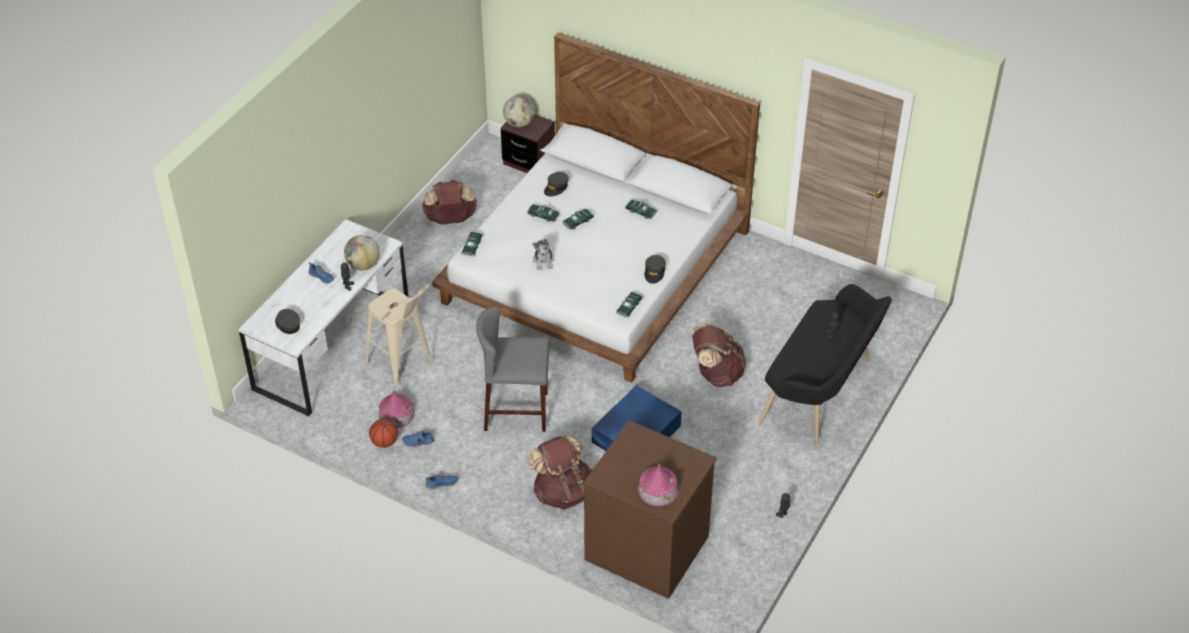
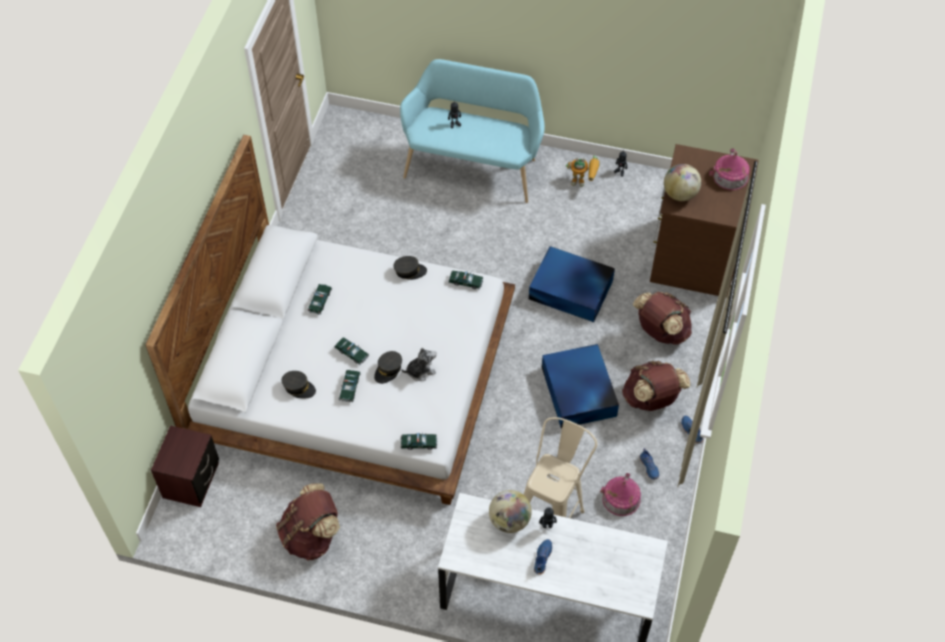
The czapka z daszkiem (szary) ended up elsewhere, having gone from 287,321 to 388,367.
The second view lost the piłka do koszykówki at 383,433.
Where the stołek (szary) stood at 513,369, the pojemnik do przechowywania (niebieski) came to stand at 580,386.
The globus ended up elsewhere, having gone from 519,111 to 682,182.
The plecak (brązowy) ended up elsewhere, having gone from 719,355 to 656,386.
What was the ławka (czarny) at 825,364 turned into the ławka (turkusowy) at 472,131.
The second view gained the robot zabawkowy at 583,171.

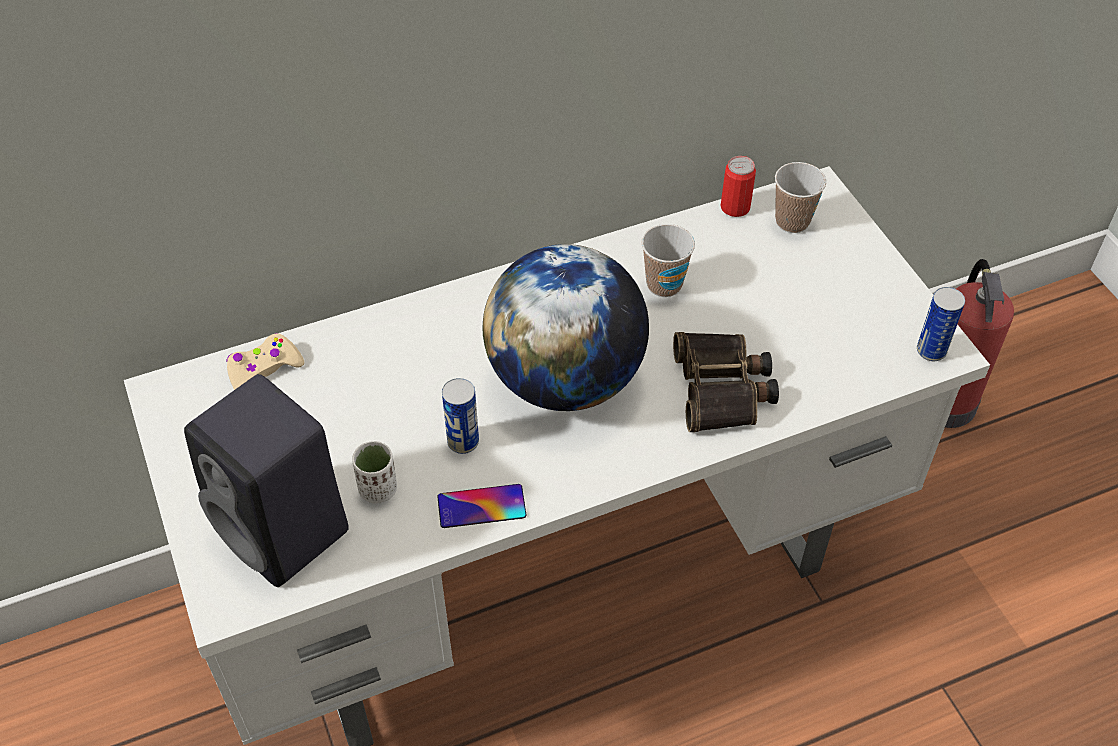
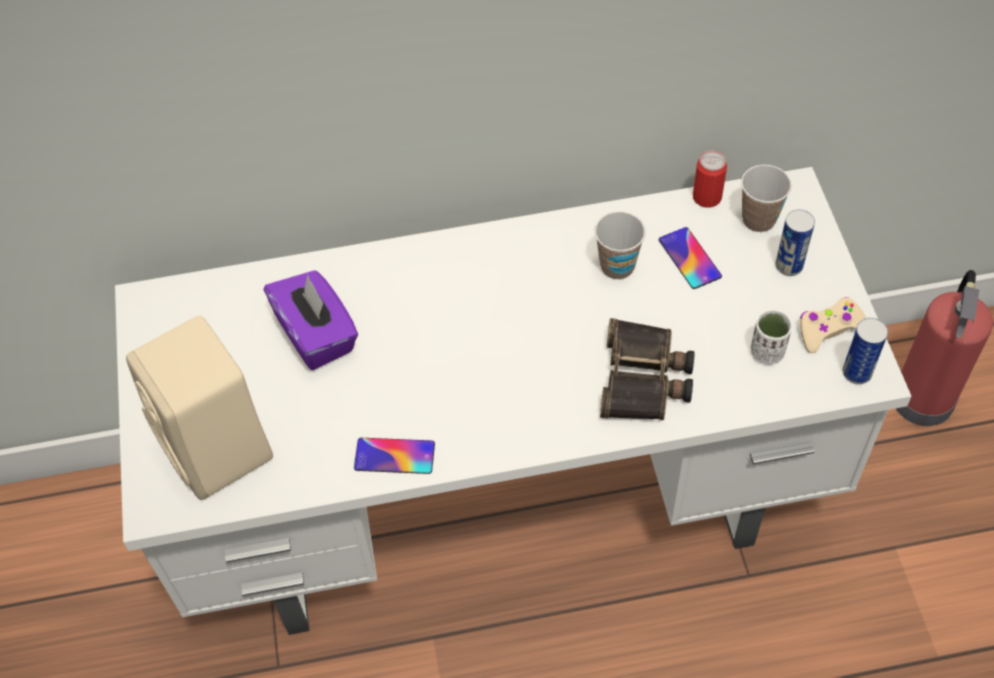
What was the głośnik (czarny) at 266,480 turned into the głośnik (beżowy) at 199,407.
The pad do gier (beżowy) ended up elsewhere, having gone from 265,361 to 833,325.
The filiżanka (biały) ended up elsewhere, having gone from 374,472 to 771,337.
The puszka ended up elsewhere, having gone from 460,416 to 795,242.
The second view lost the globus at 566,327.
The second view gained the pudełko chusteczek (fioletowy) at 311,320.
The second view gained the telefon at 690,258.

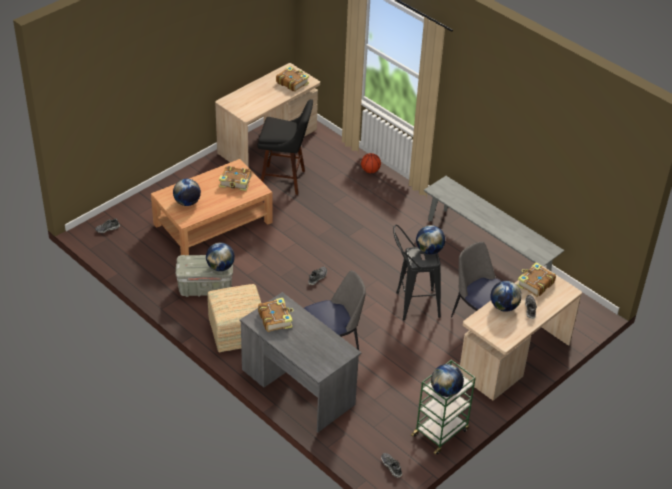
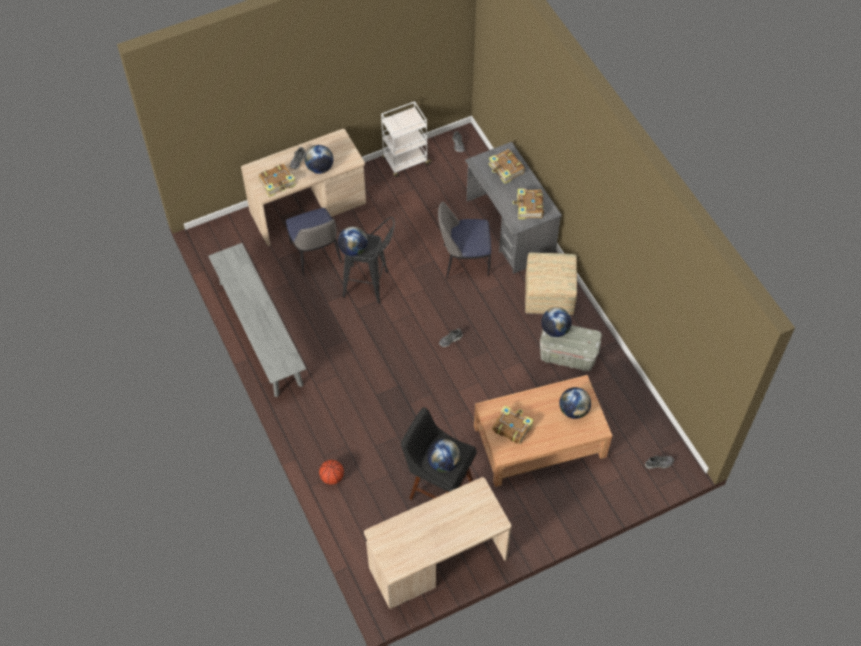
The książka ended up elsewhere, having gone from 292,79 to 507,166.
What was the wózek (zielony) at 443,407 turned into the wózek (biały) at 406,139.
The globus ended up elsewhere, having gone from 447,380 to 444,455.

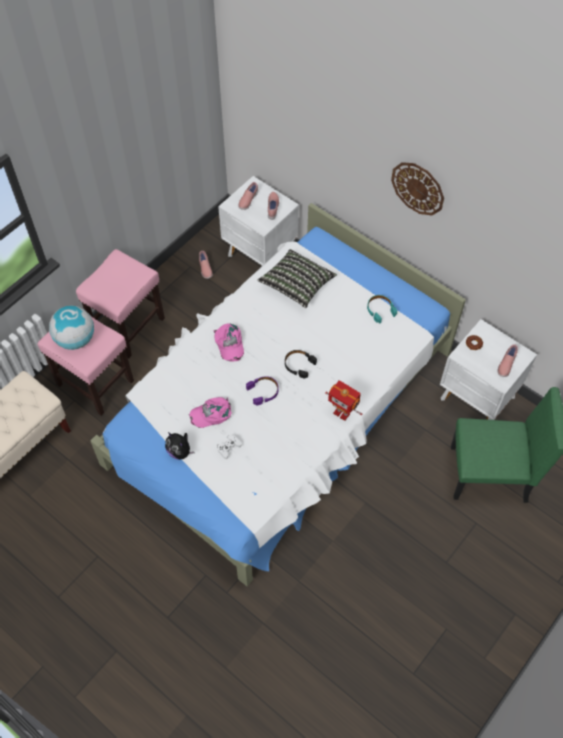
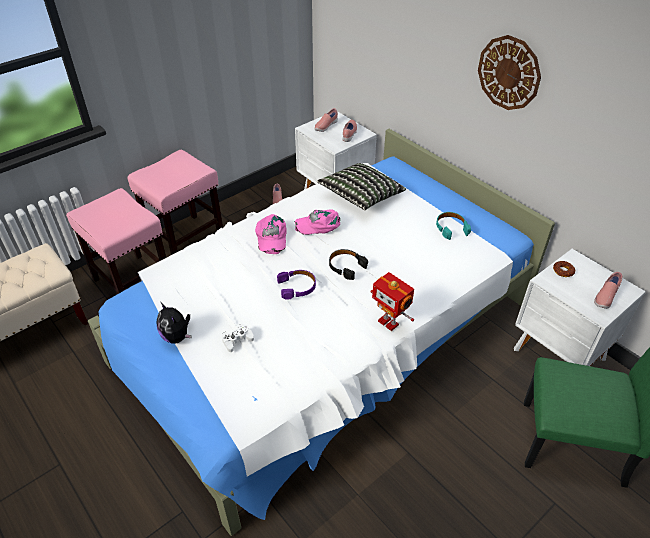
The second view lost the globus at 71,328.
The czapka z daszkiem (różowy) ended up elsewhere, having gone from 210,412 to 317,222.

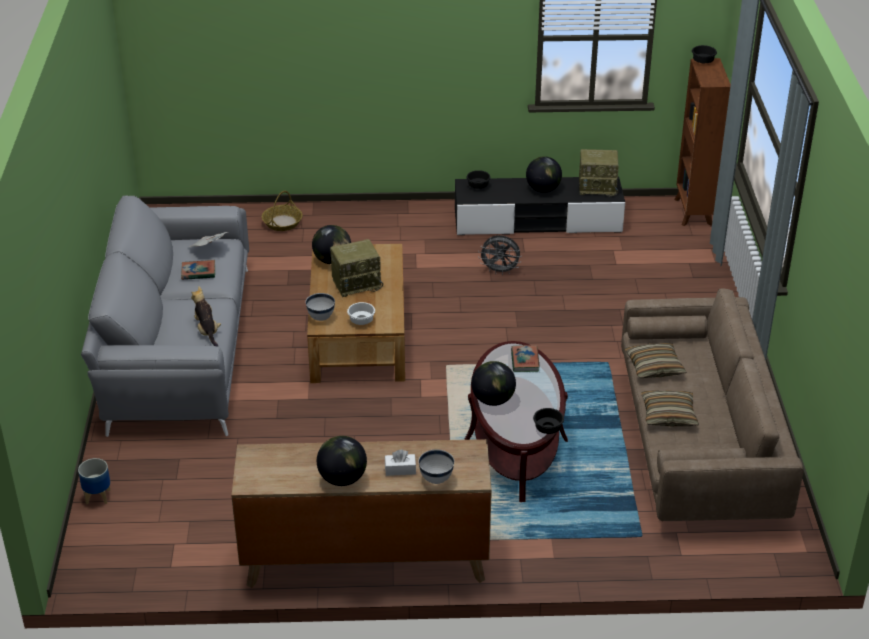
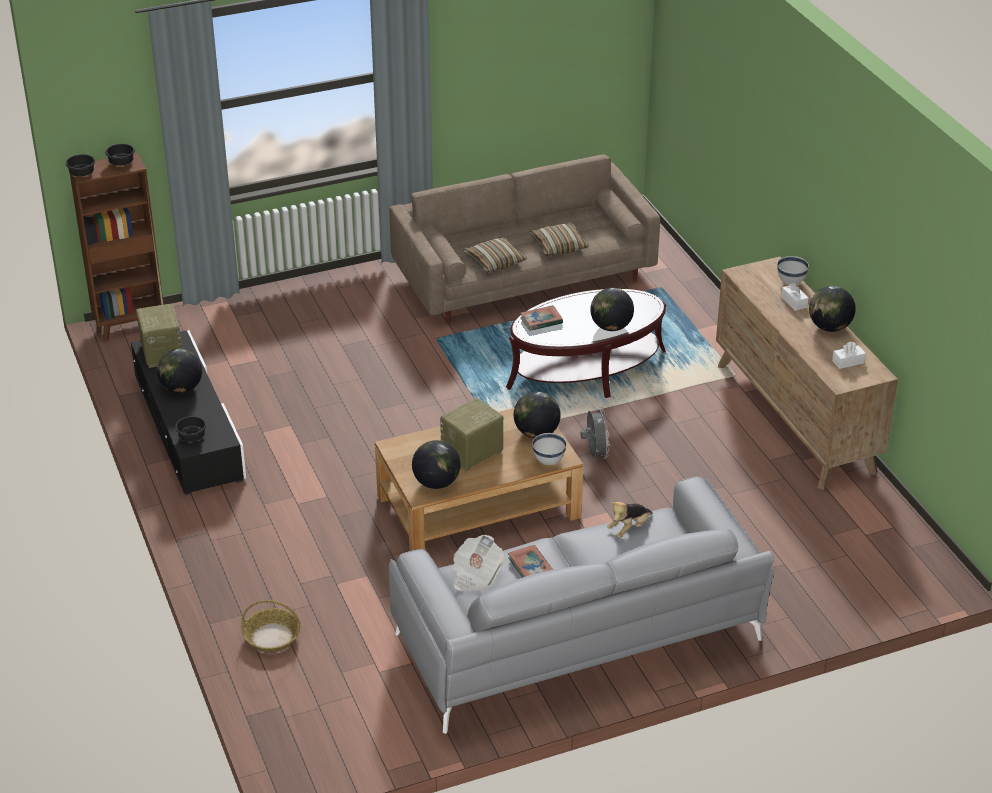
The second view lost the donica at 94,481.
The radio at 356,268 ended up facing another way, 90 degrees counterclockwise from before.
Where the miska (biały) stood at 361,313, the globus came to stand at 537,414.
The wentylator (szary) ended up elsewhere, having gone from 500,255 to 595,433.
The miska (czarny) ended up elsewhere, having gone from 548,421 to 120,155.
The second view gained the pudełko chusteczek (biały) at 849,355.

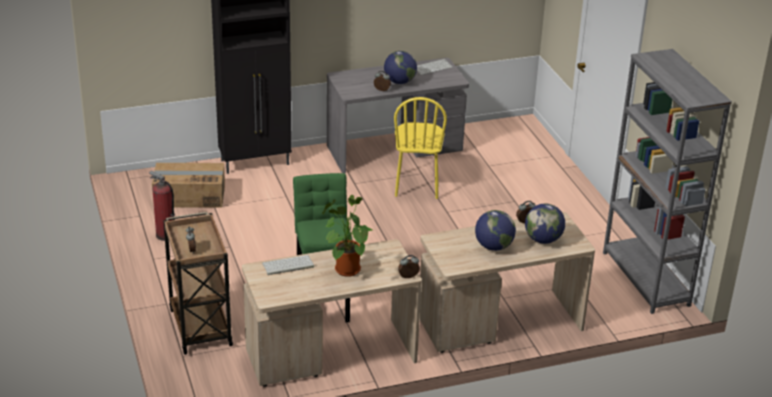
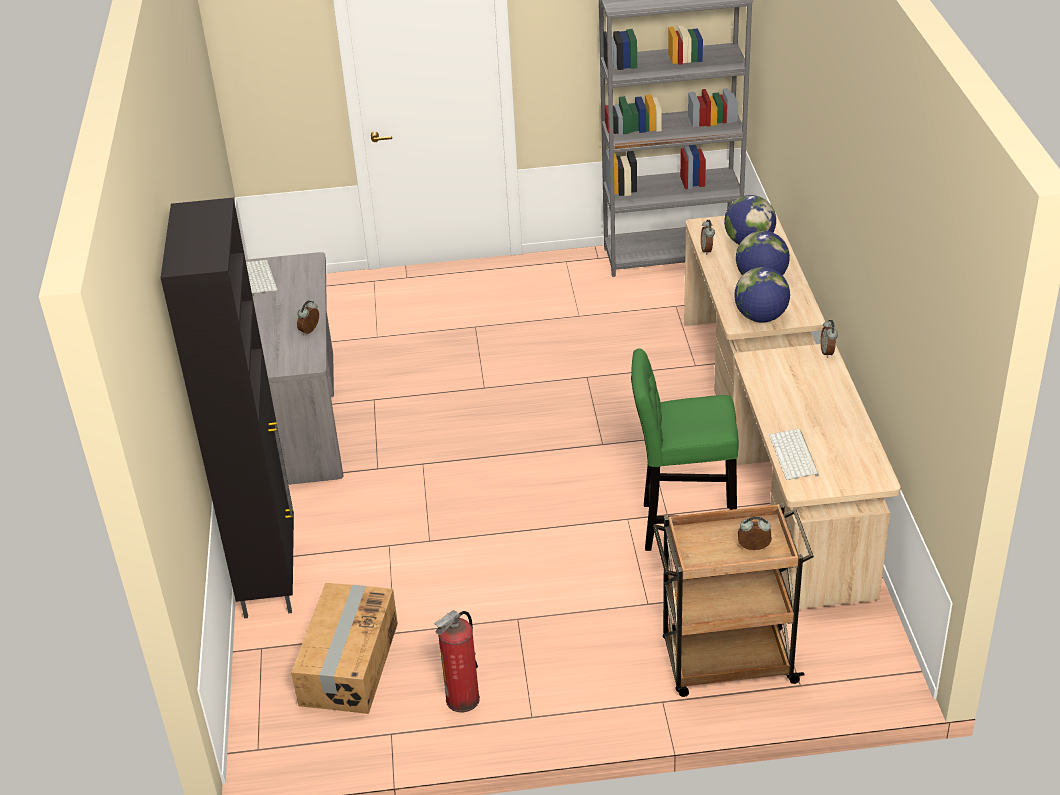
The second view lost the roślina doniczkowa at 347,236.
The globus ended up elsewhere, having gone from 400,67 to 762,295.
The second view lost the krzesło (żółty) at 420,148.

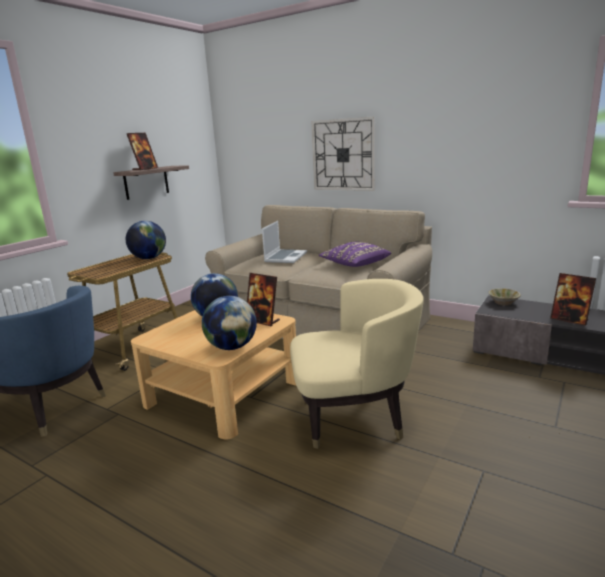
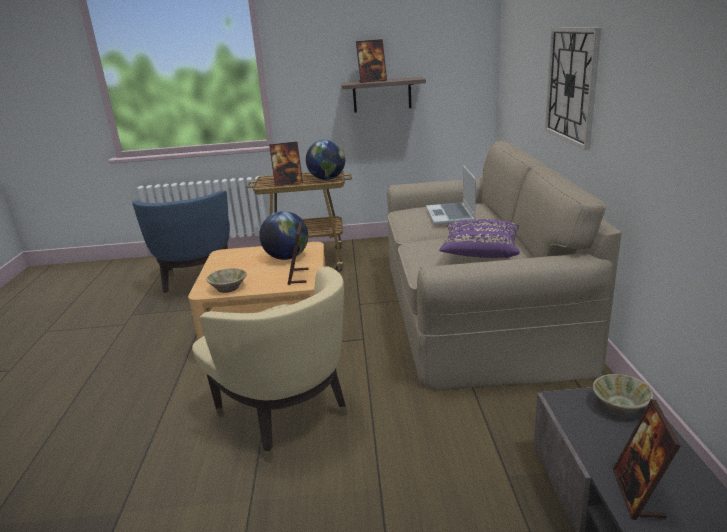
Where the globus stood at 229,323, the miska (beżowy) came to stand at 226,280.
The laptop at 284,242 ended up facing another way, 105 degrees clockwise from before.
The second view gained the ramka na zdjęcie at 286,164.

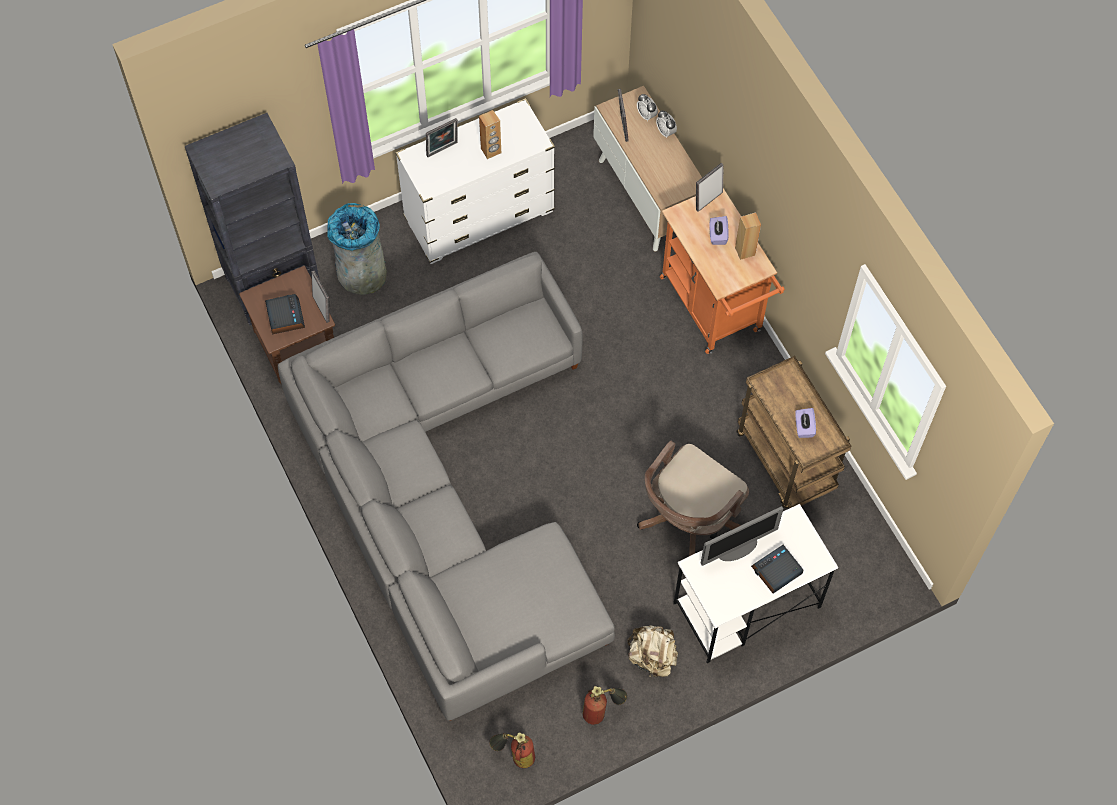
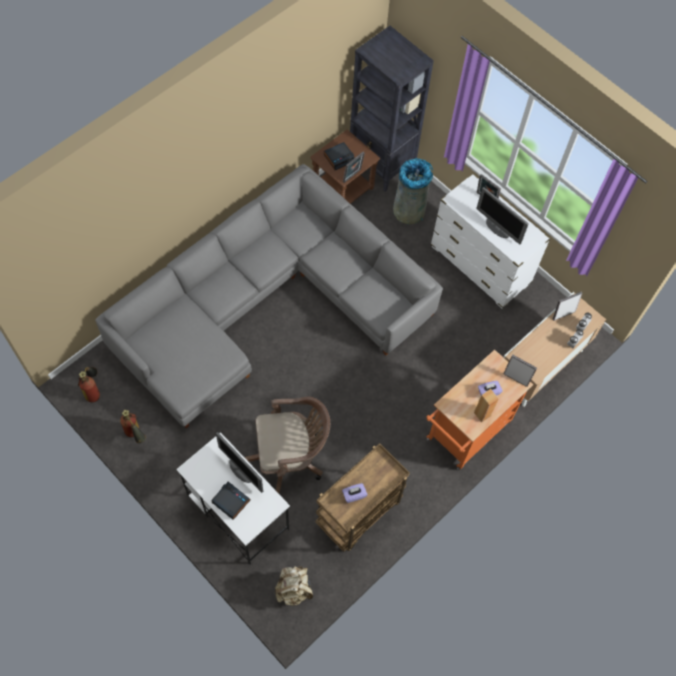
Where the głośnik (brązowy) stood at 490,134, the monitor came to stand at 502,216.
The plecak (beżowy) ended up elsewhere, having gone from 653,652 to 294,586.
The krzesło biurowe (brązowy) at 693,498 ended up facing another way, 150 degrees clockwise from before.

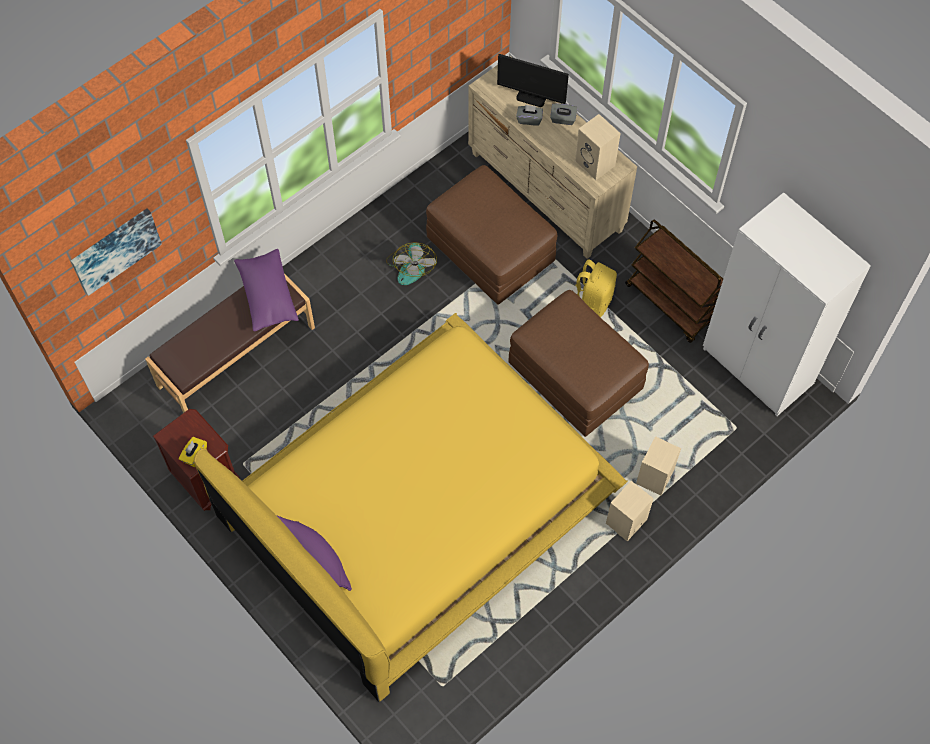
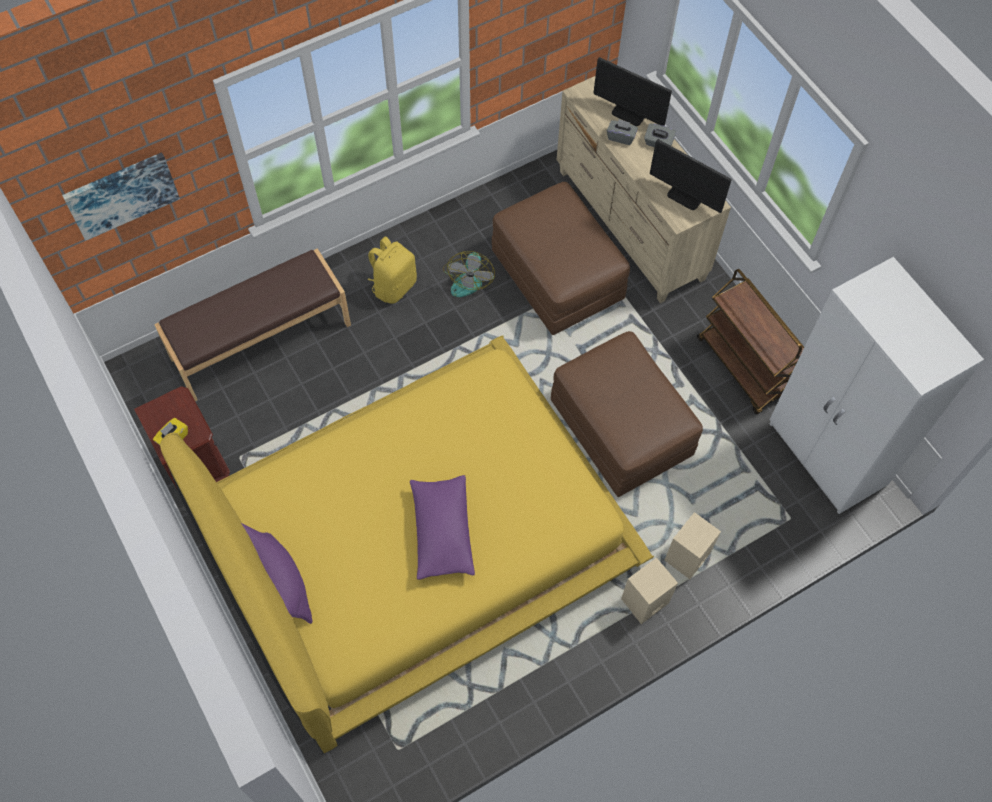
The poduszka (fioletowy) ended up elsewhere, having gone from 266,290 to 442,527.
Where the głośnik (beżowy) stood at 598,147, the monitor came to stand at 691,176.
The plecak (żółty) ended up elsewhere, having gone from 596,288 to 392,270.

